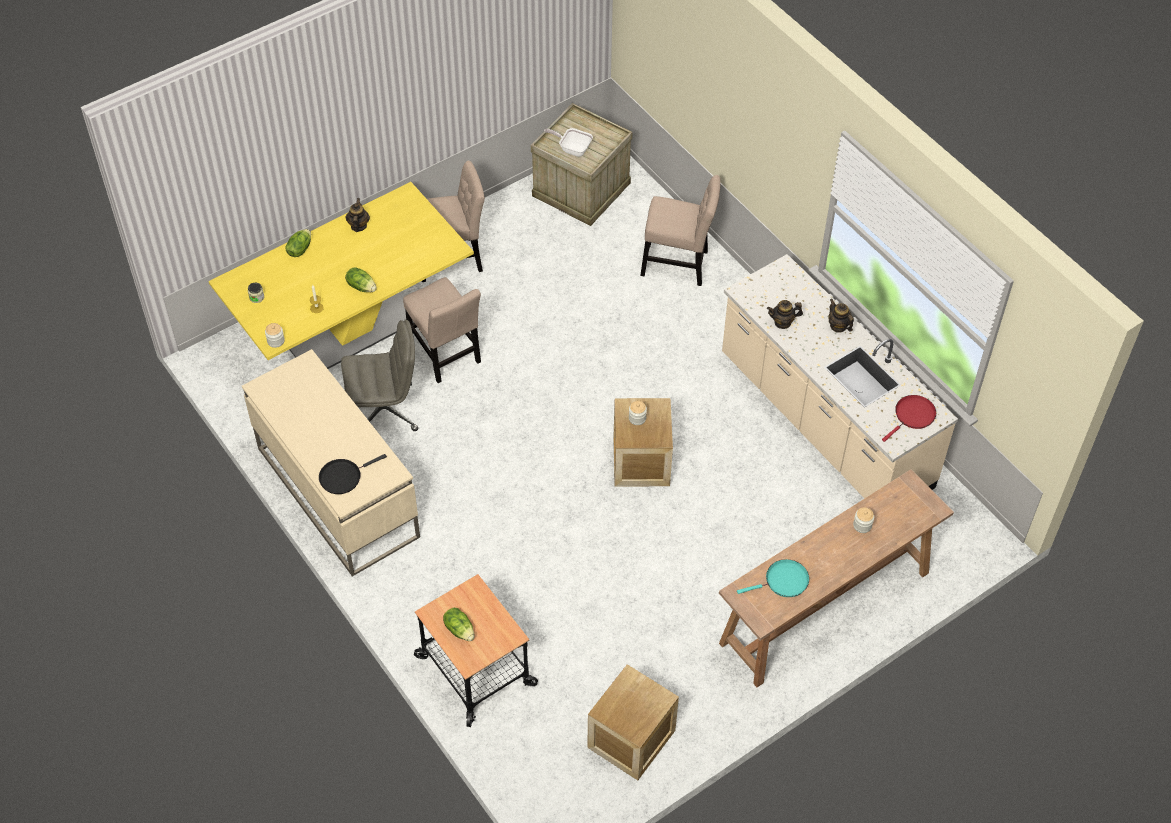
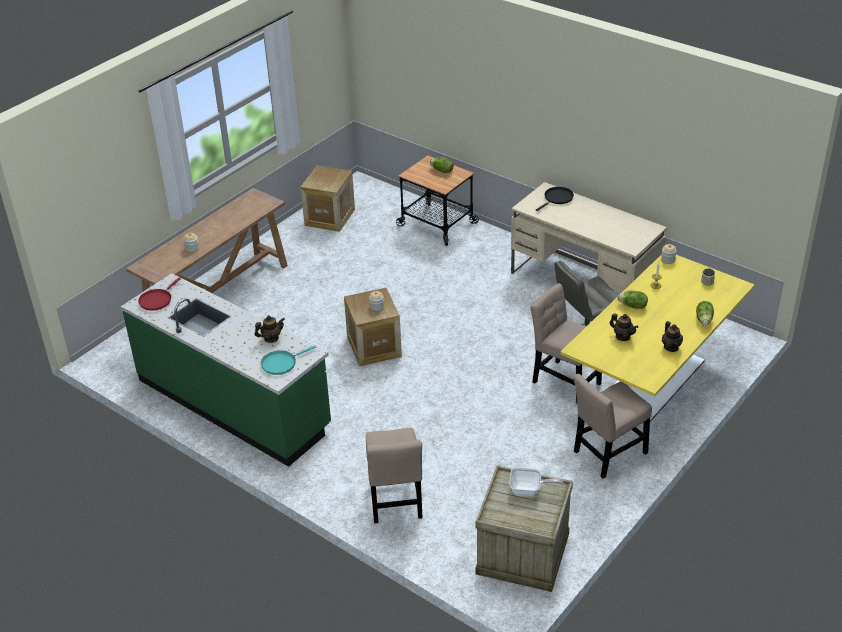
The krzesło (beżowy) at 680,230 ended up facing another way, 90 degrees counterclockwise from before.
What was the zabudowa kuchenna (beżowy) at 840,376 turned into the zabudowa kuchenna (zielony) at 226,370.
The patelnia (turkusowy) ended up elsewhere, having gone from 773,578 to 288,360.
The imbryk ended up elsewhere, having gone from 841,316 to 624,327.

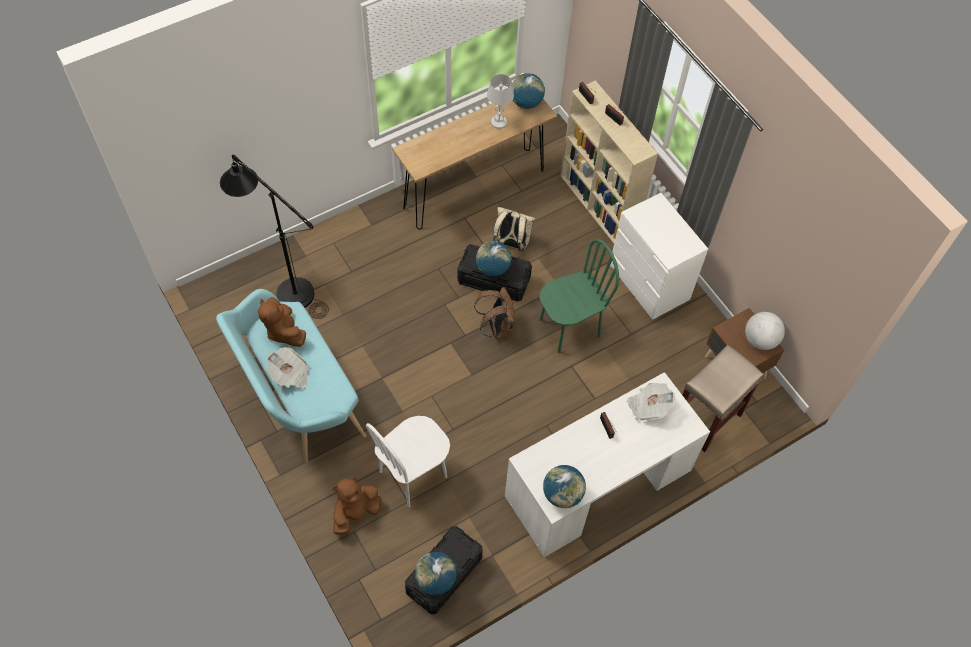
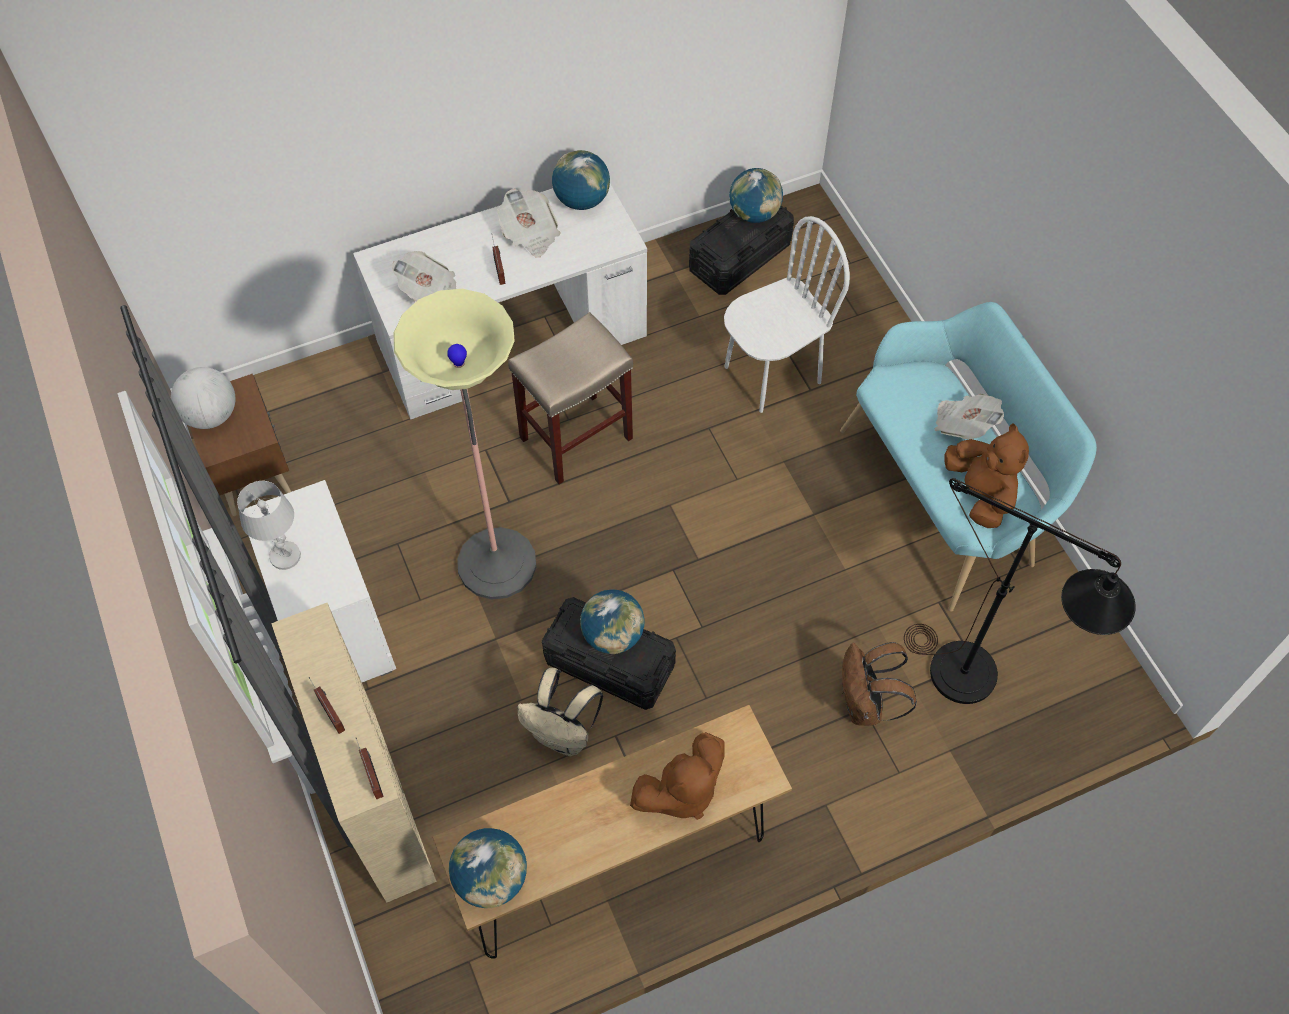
The pluszak (brązowy) ended up elsewhere, having gone from 357,506 to 677,776.
The plecak (brązowy) ended up elsewhere, having gone from 495,313 to 879,684.
The lampa stołowa (biały) ended up elsewhere, having gone from 500,101 to 269,525.
Where the krzesło (zielony) stood at 579,296, the lampa stojąca came to stand at 465,444.
The stołek (beżowy) ended up elsewhere, having gone from 723,398 to 570,398.
The second view gained the gazeta at 529,222.

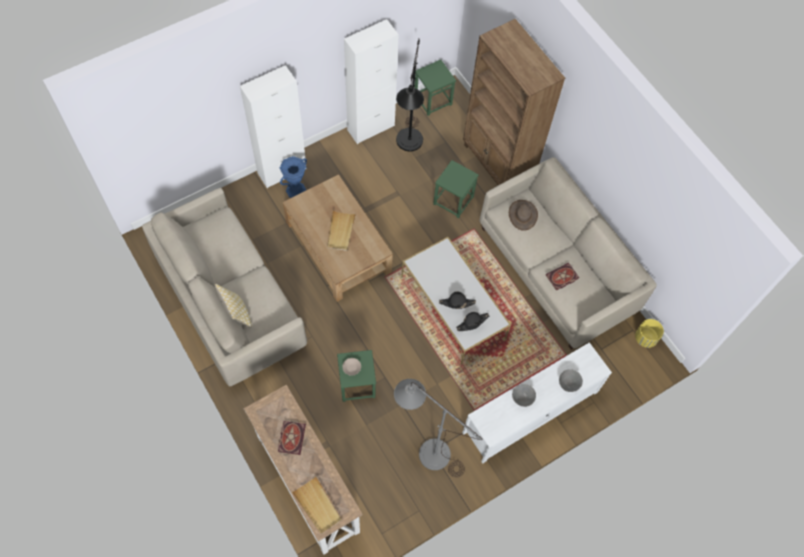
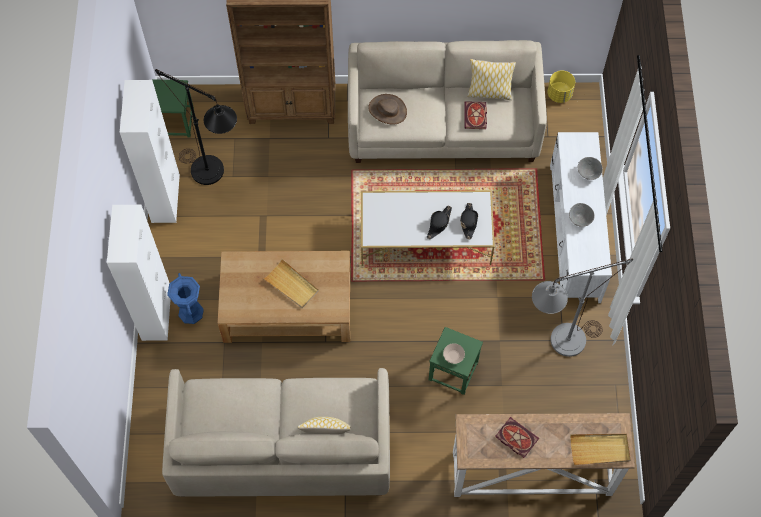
The second view lost the stołek (zielony) at 456,189.
The second view gained the poduszka at 491,79.

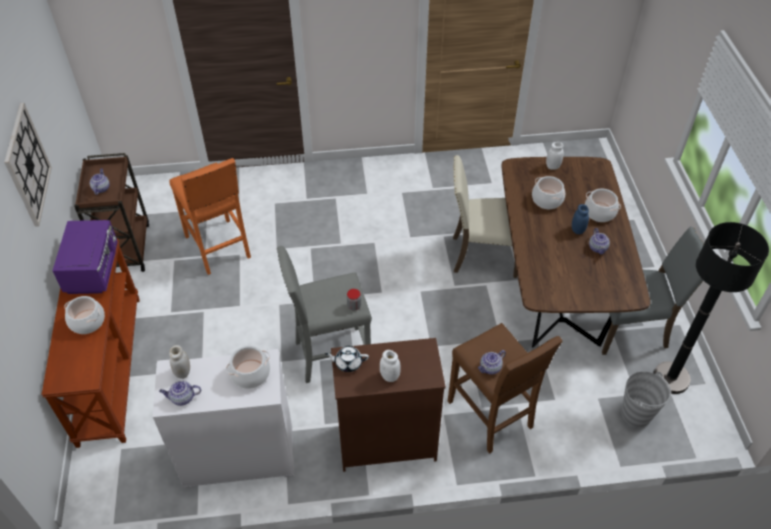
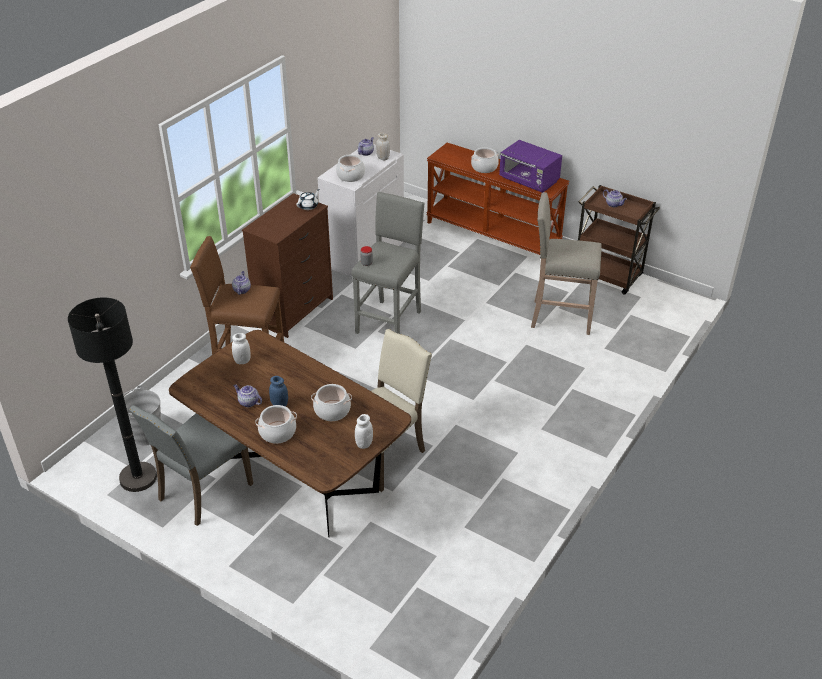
The second view lost the zegar ścienny at 28,165.
What was the stołek (pomarańczowy) at 210,216 turned into the stołek (beżowy) at 566,263.
The słoik (biały) ended up elsewhere, having gone from 390,366 to 241,348.

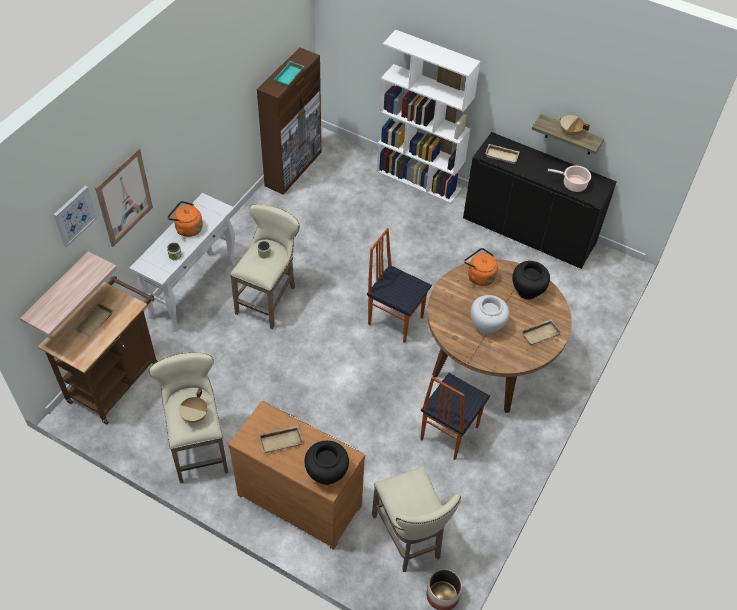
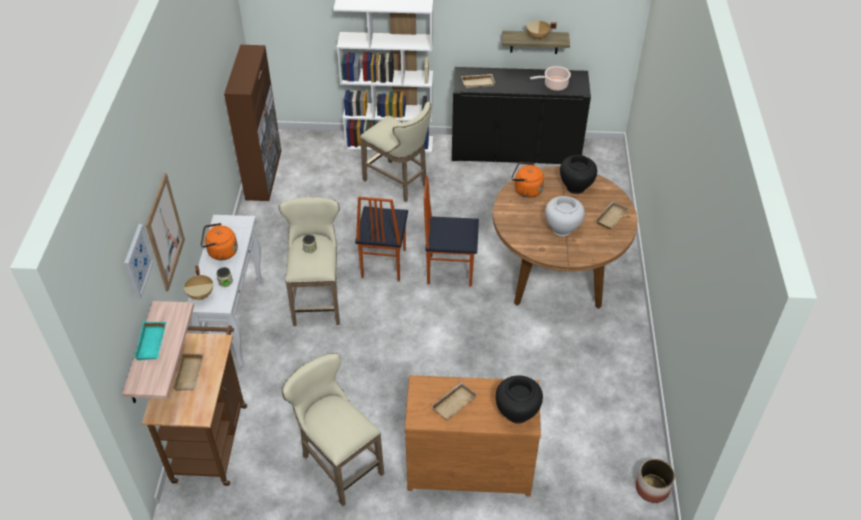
The garnek (beżowy) ended up elsewhere, having gone from 193,406 to 198,283.
The taca (turkusowy) ended up elsewhere, having gone from 289,73 to 150,340.
The stołek (beżowy) ended up elsewhere, having gone from 416,519 to 395,152.
The krzesło ended up elsewhere, having gone from 455,416 to 381,239.

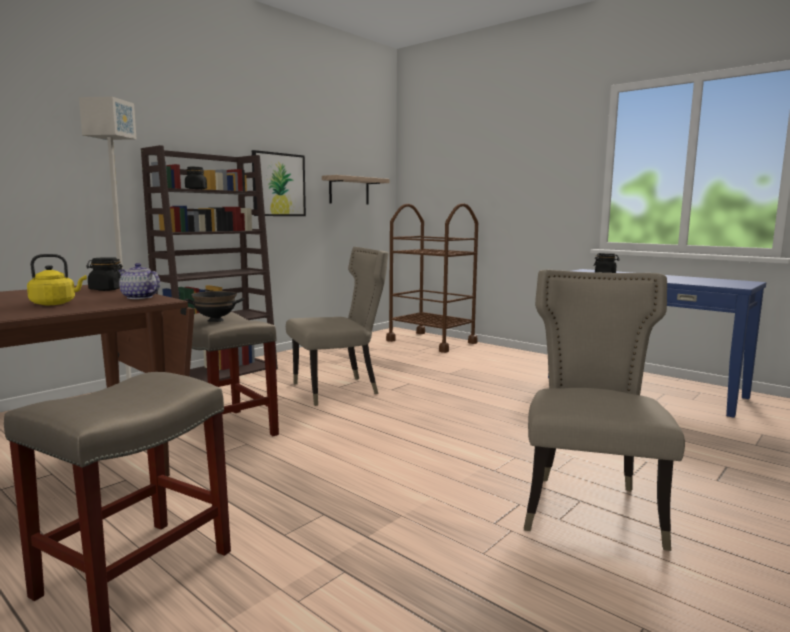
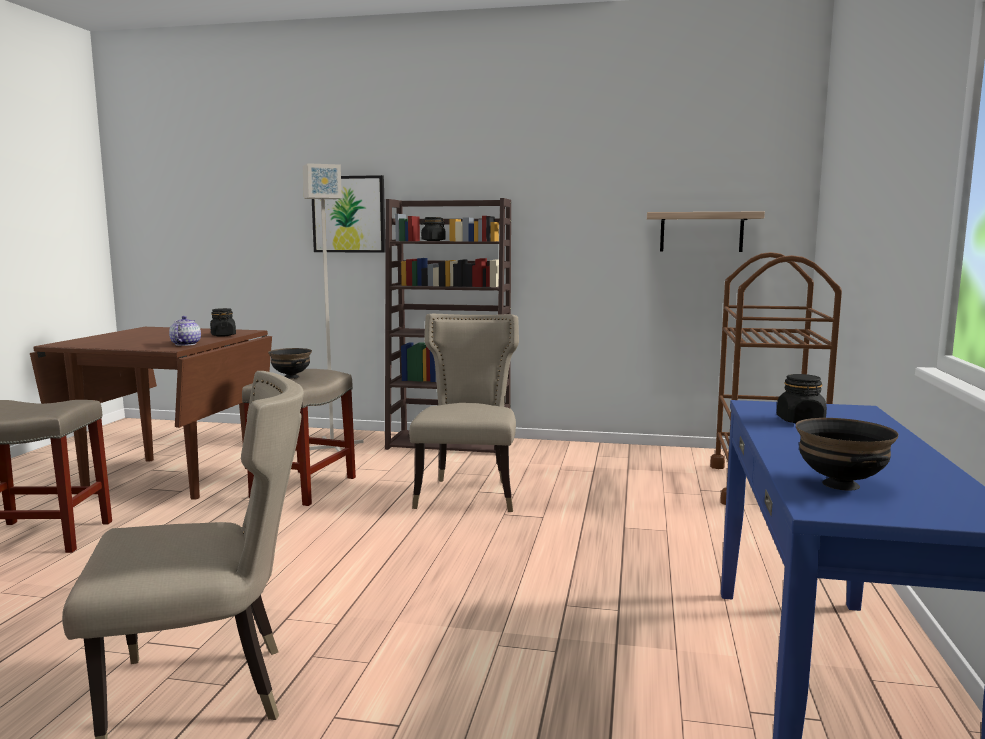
The second view lost the czajnik (żółty) at 57,279.
The obraz ended up elsewhere, having gone from 279,183 to 349,214.
The krzesło (beżowy) at 337,326 ended up facing another way, 120 degrees counterclockwise from before.
The second view gained the miska (czarny) at 847,454.

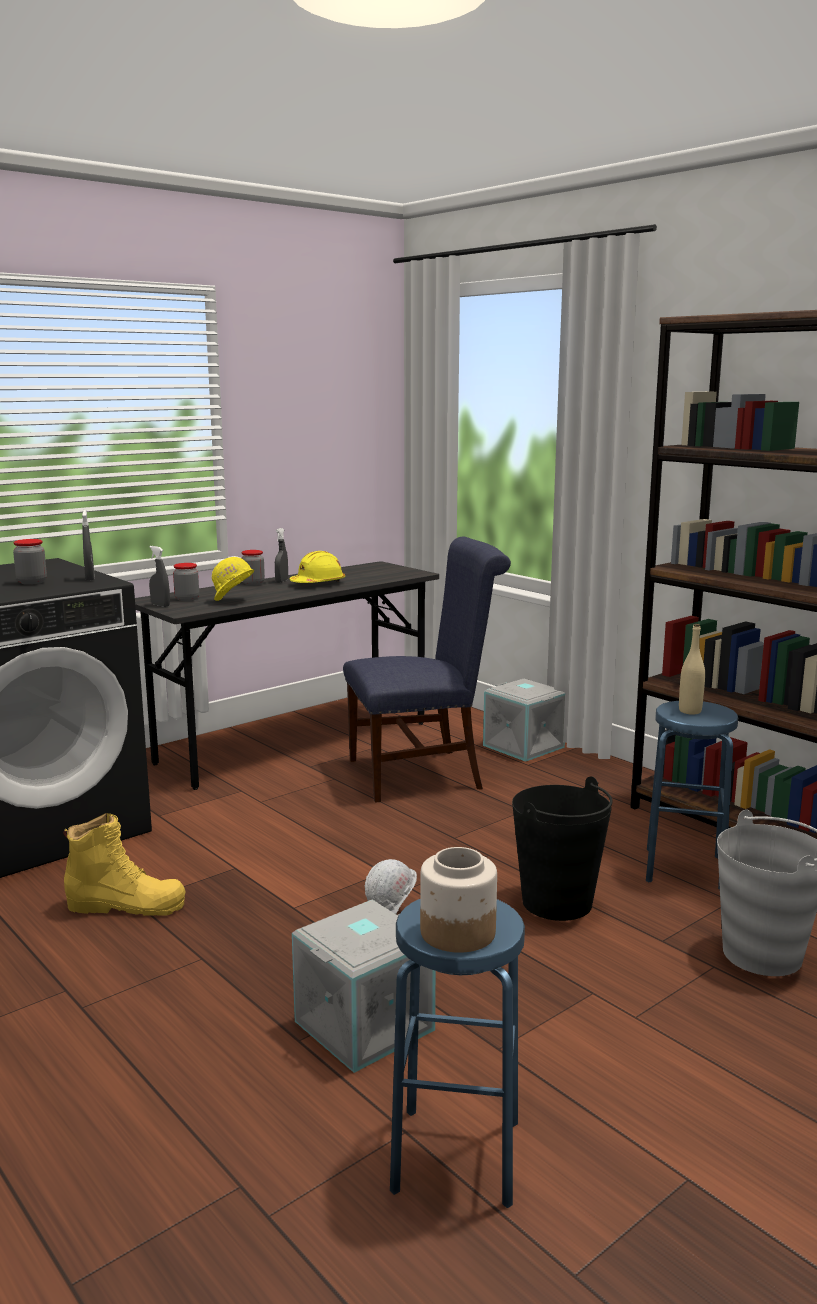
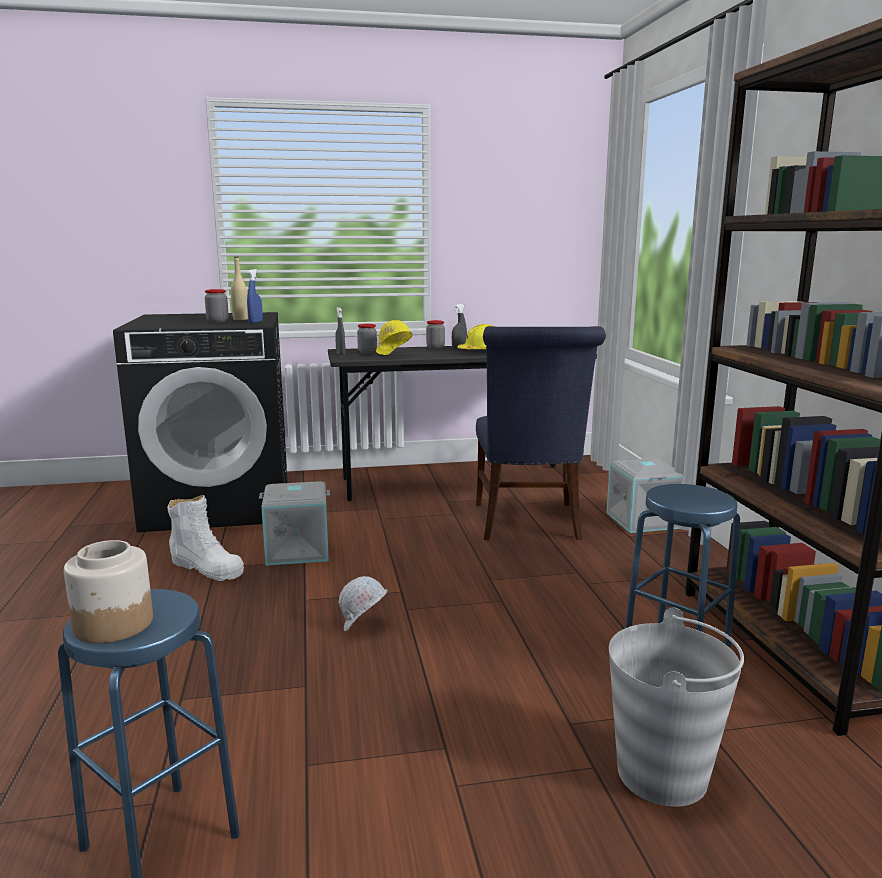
What was the but z cholewką (żółty) at 124,864 turned into the but z cholewką (biały) at 205,537.
What was the spryskiwacz (szary) at 88,545 turned into the spryskiwacz (niebieski) at 255,296.
The pojemnik do przechowywania (szary) ended up elsewhere, having gone from 364,986 to 294,523.
The krzesło (niebieski) at 427,669 ended up facing another way, 75 degrees clockwise from before.
The second view lost the wiadro (czarny) at 562,848.
The butelka (beżowy) ended up elsewhere, having gone from 692,669 to 239,288.

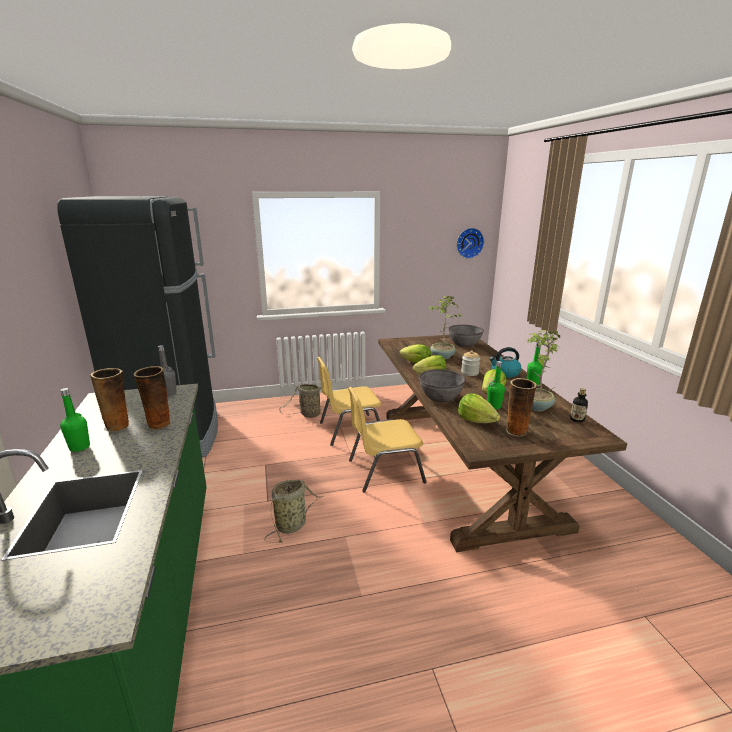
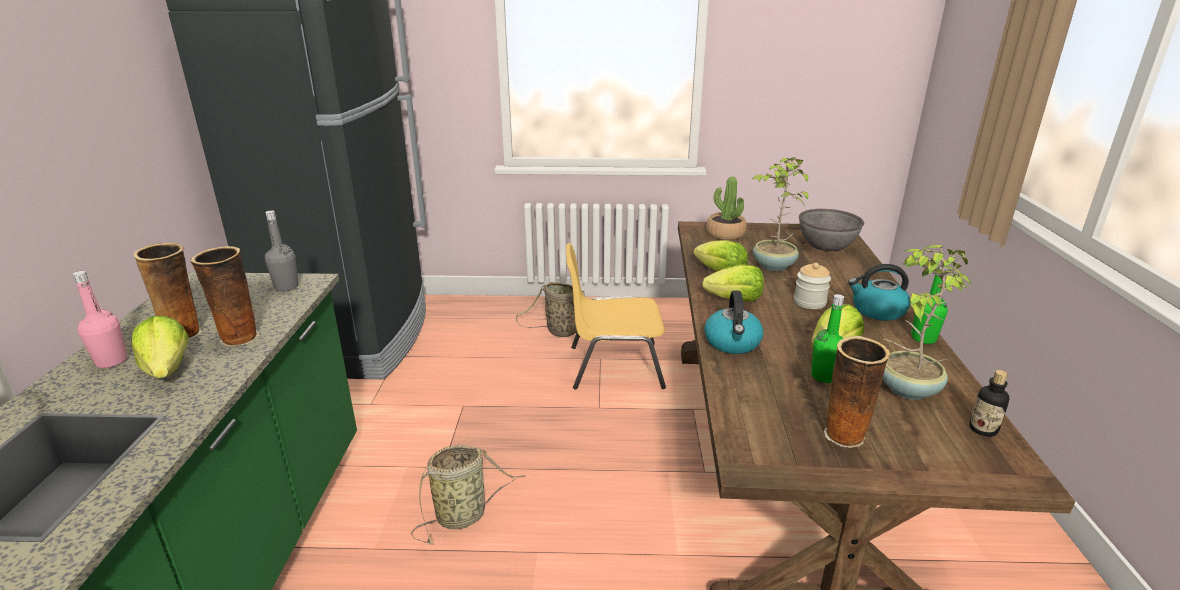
What was the butelka (zielony) at 75,420 turned into the butelka (różowy) at 99,319.
The second view lost the krzesło (żółty) at 387,440.
Where the miska (szary) stood at 442,385, the czajnik came to stand at 733,322.
The second view lost the zegar ścienny at 470,243.
The sałata ended up elsewhere, having gone from 479,408 to 160,347.
The second view gained the roślina doniczkowa at 726,208.

